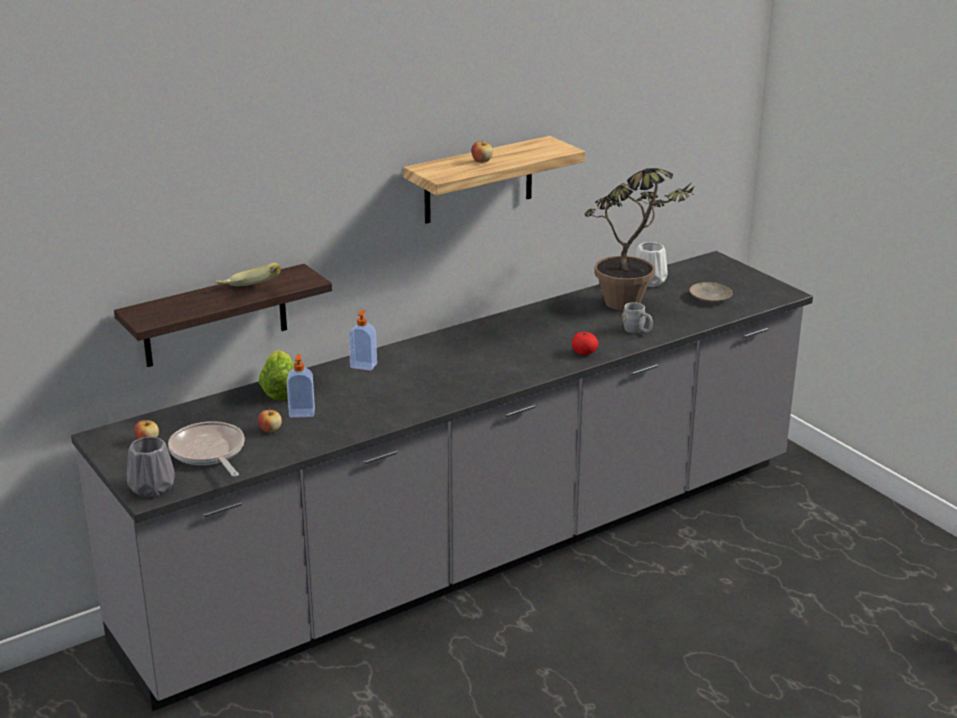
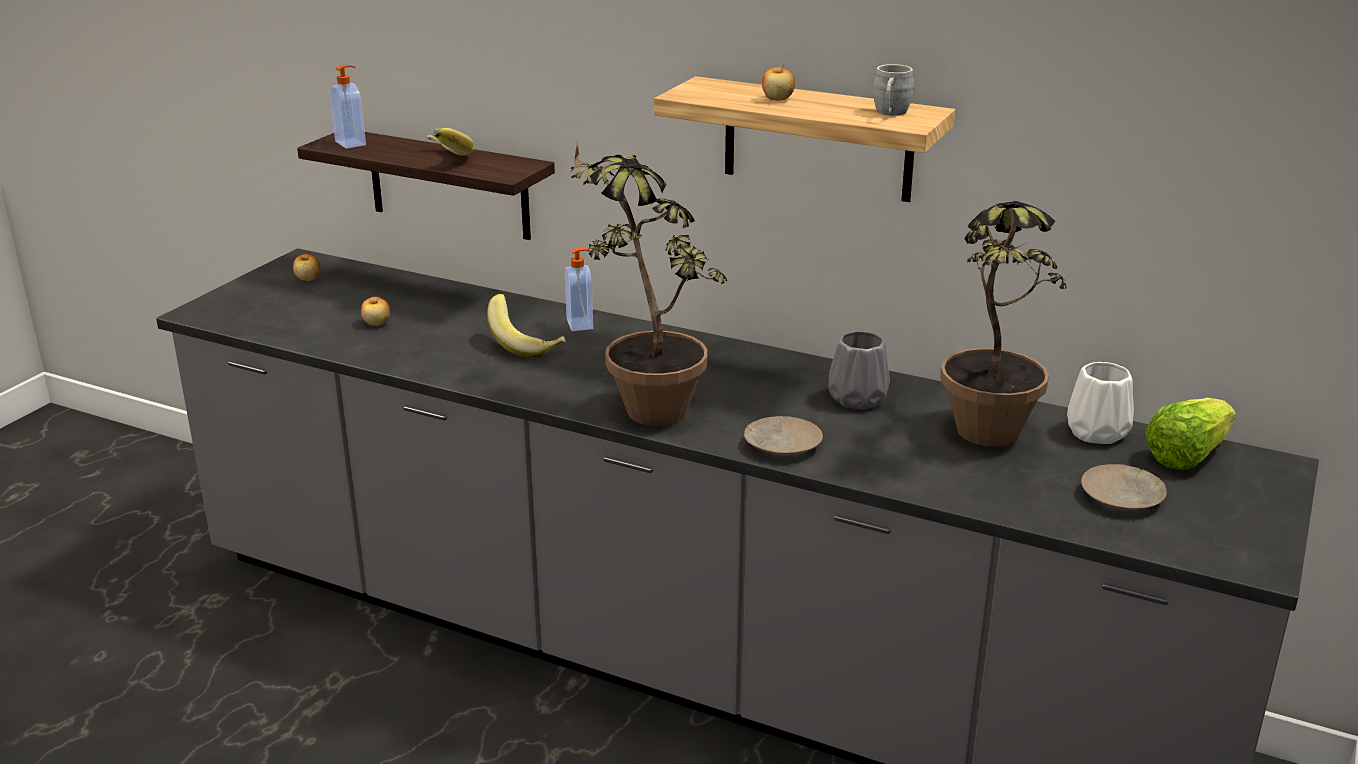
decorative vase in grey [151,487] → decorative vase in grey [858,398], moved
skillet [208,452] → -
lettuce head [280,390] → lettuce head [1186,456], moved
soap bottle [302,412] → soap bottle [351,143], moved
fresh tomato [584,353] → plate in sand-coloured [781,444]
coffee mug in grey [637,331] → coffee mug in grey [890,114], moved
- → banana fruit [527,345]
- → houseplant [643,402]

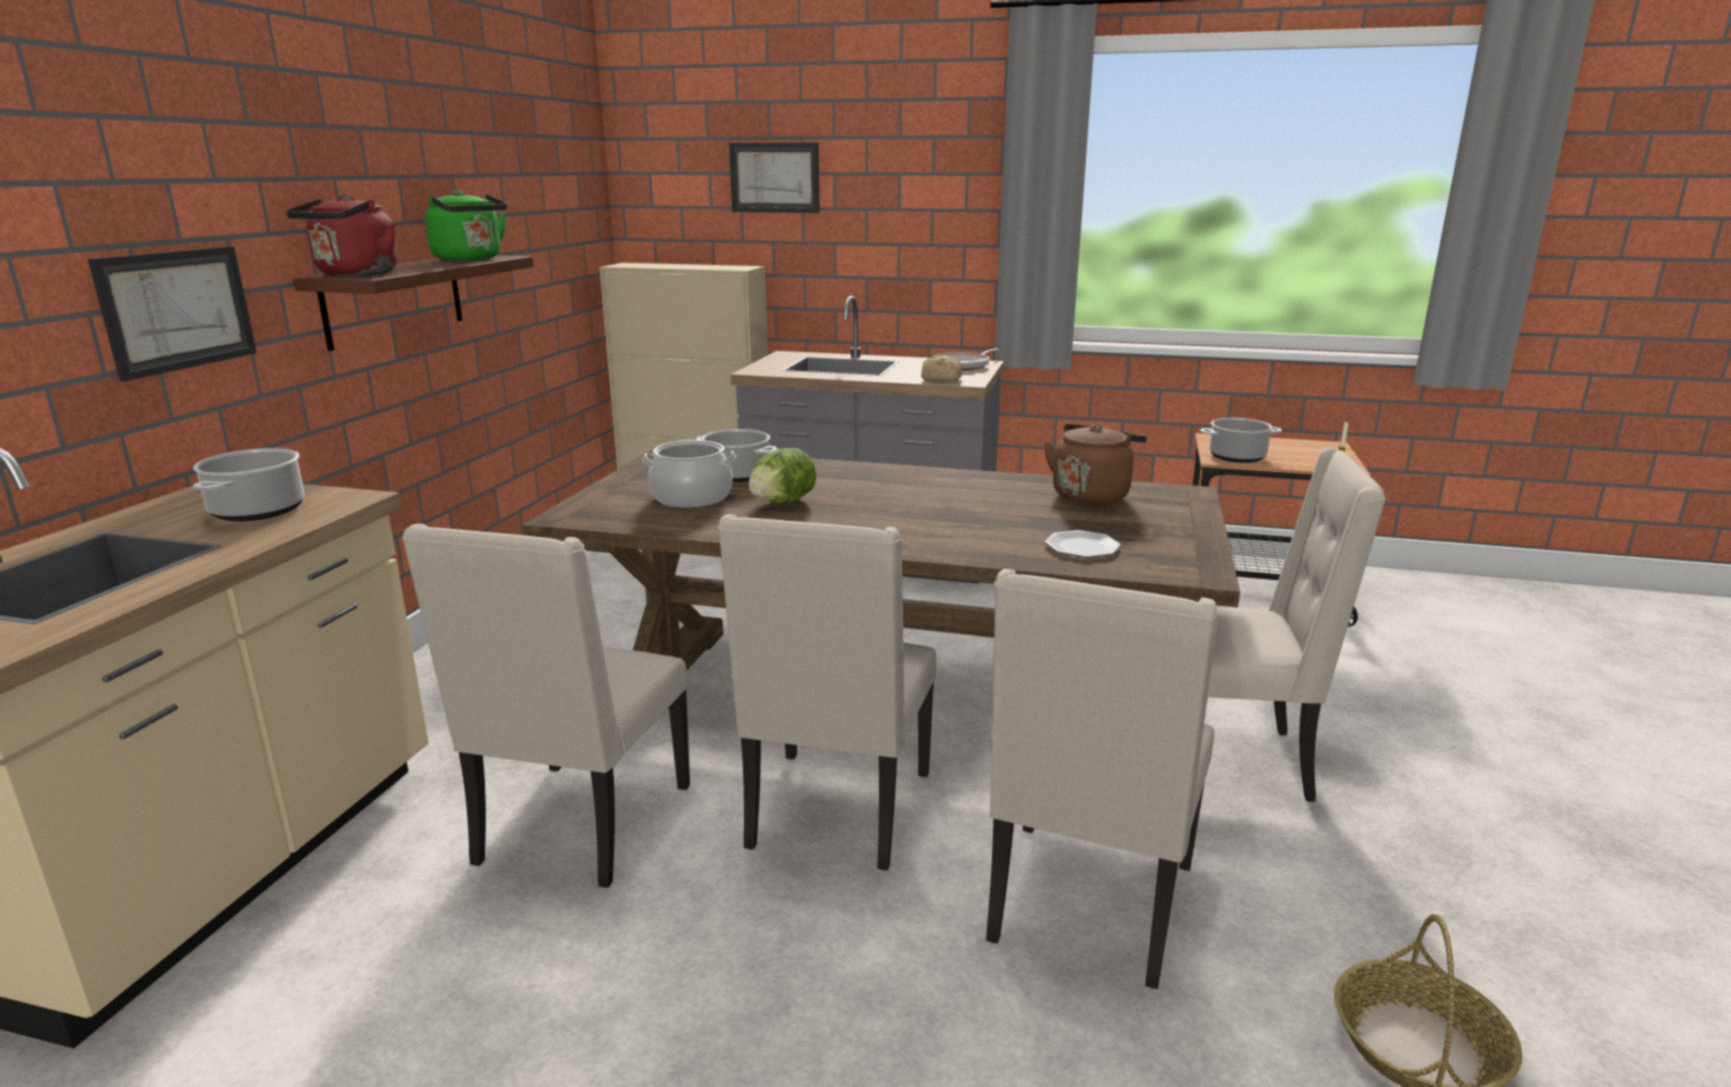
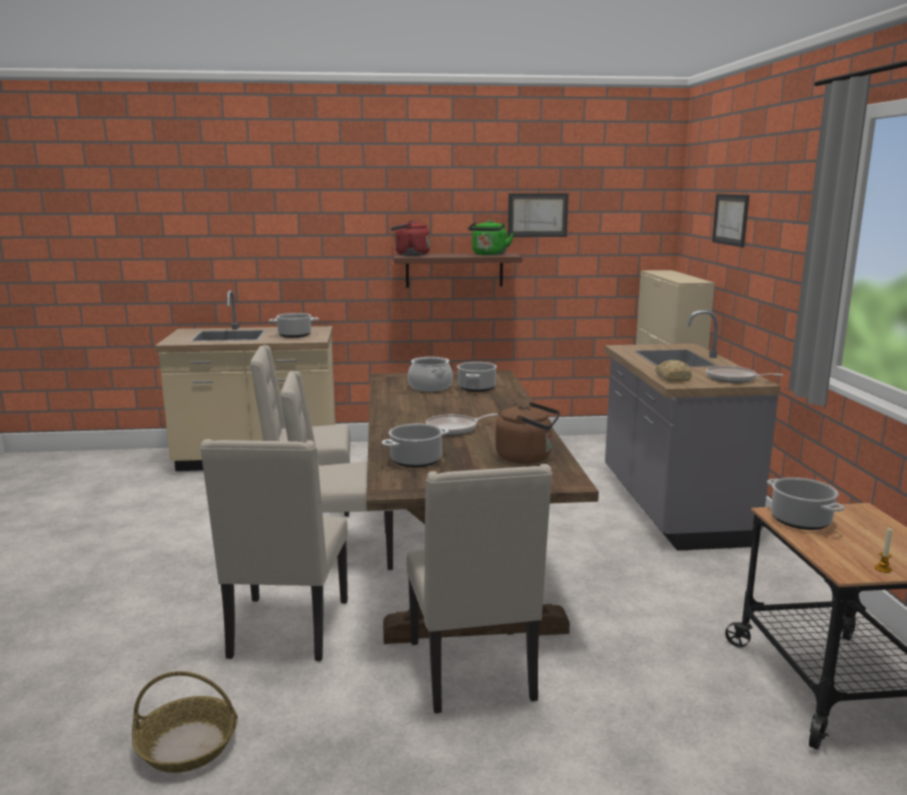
wall picture [177,310] → wall picture [537,215], moved
lettuce head [782,502] → -
plain chair in sand-coloured [1088,905] → plain chair in sand-coloured [287,630], 90 degrees counterclockwise
plate [1081,547] → saucepot [416,461]
- → skillet [454,429]

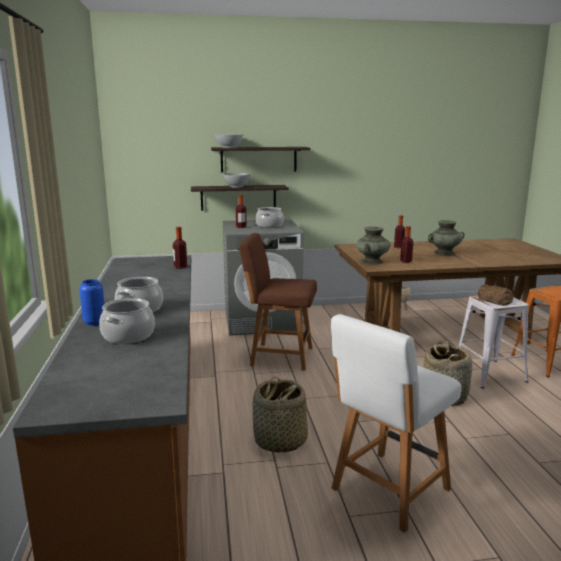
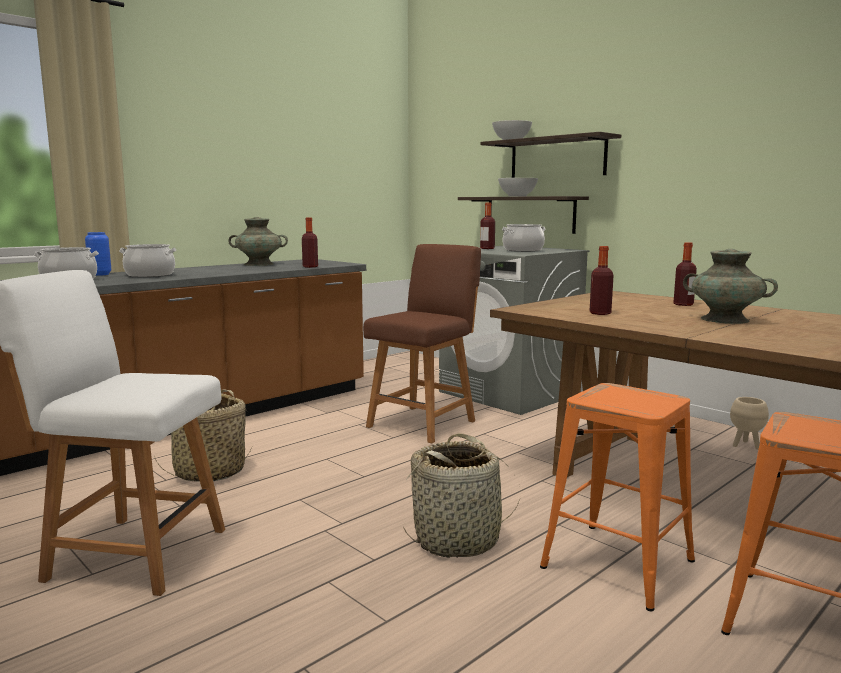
plain chair in brownish [279,356] → plain chair in brownish [423,423], 60 degrees clockwise
decorative vase in turquoise-coloured [372,261] → decorative vase in turquoise-coloured [259,264], moved
sitting stool in white [489,374] → sitting stool in orange-coloured [617,564]
bakery bread [494,299] → -

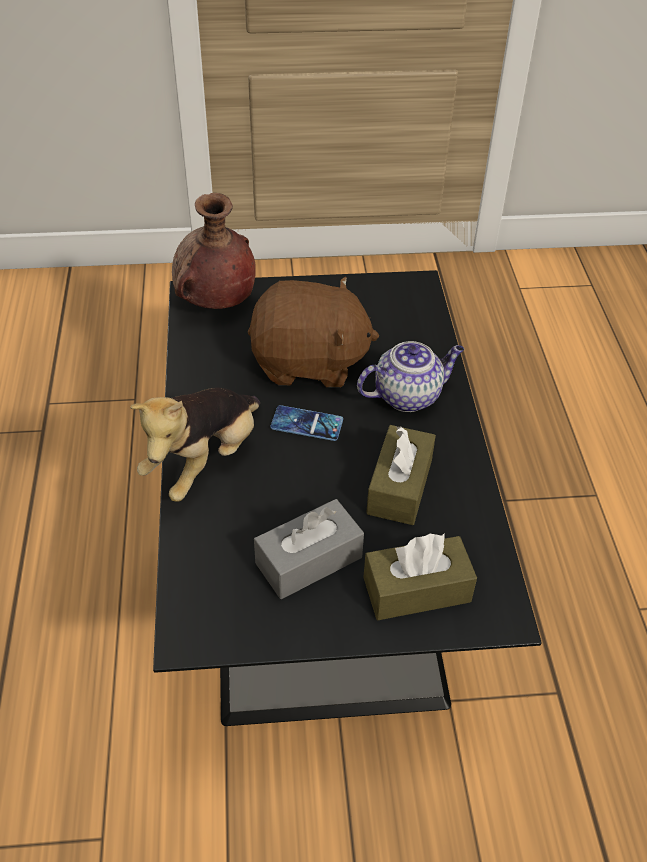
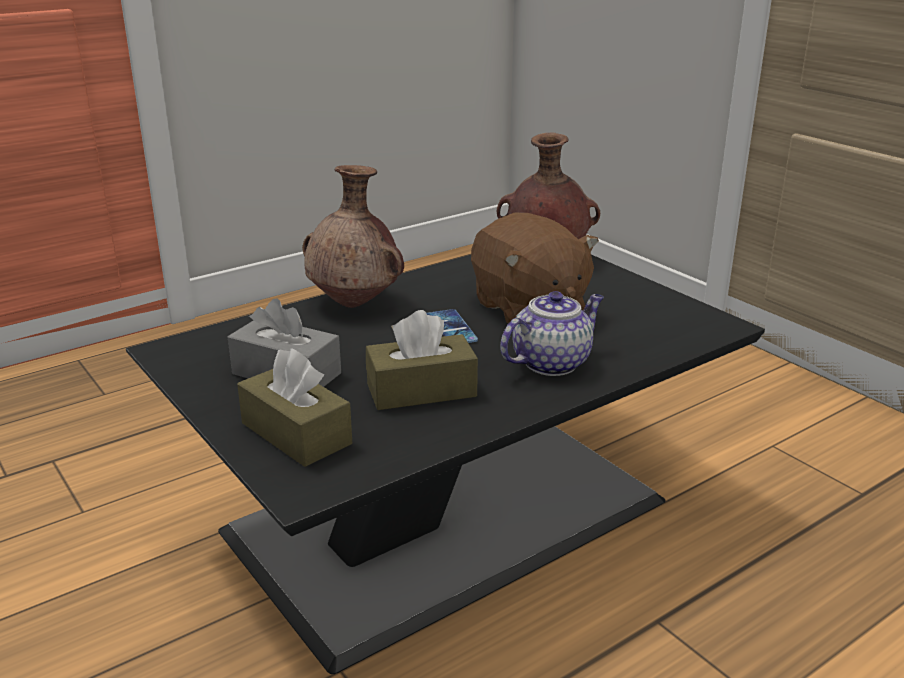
plush toy [204,461] → decorative vase in brownish [355,303]
teapot [408,395] → teapot [552,362], 75 degrees counterclockwise

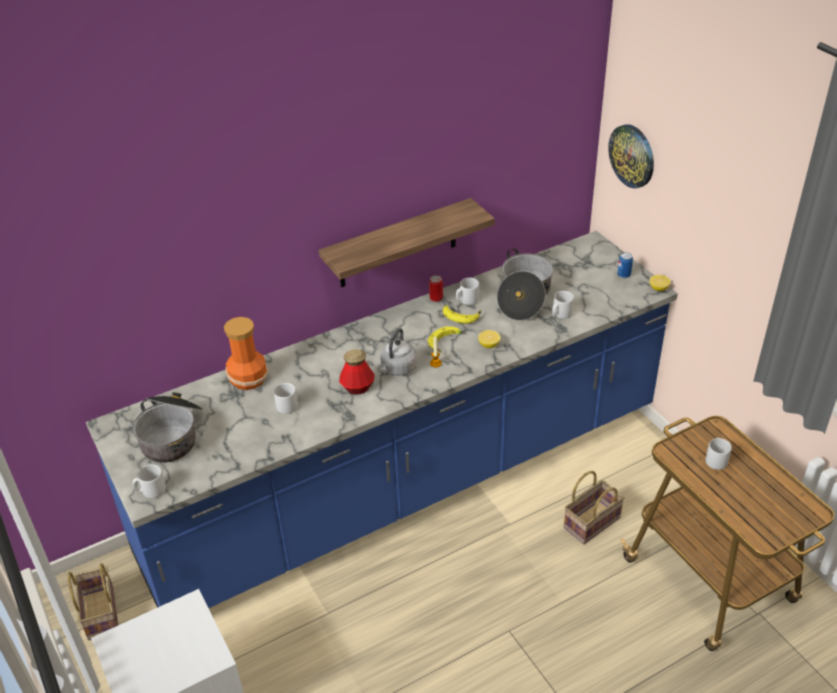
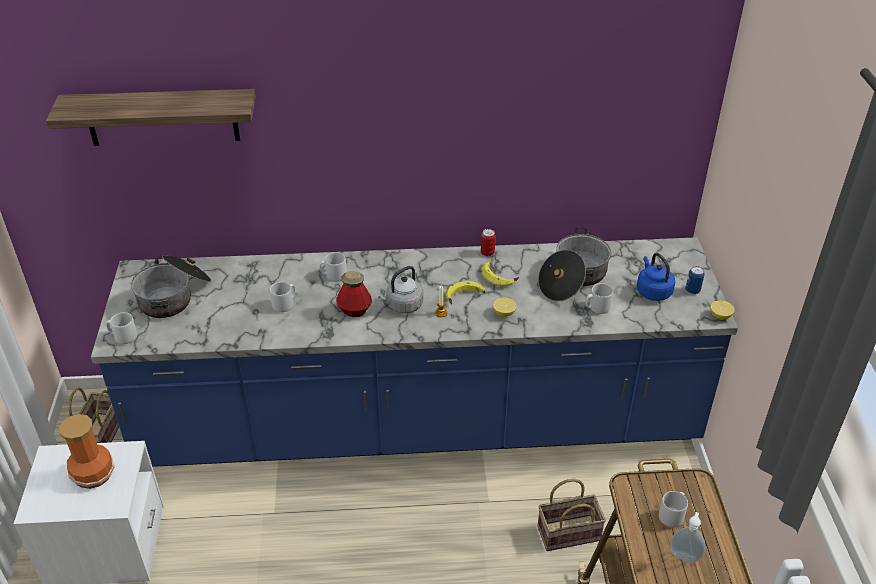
decorative vase [247,378] → decorative vase [93,473], moved
wall shelf [398,244] → wall shelf [162,117], moved
coffee mug in grey [467,300] → coffee mug in grey [333,275], moved
wall clock [632,156] → -
- → tea kettle in blue-coloured [652,291]
- → soap bottle [685,555]

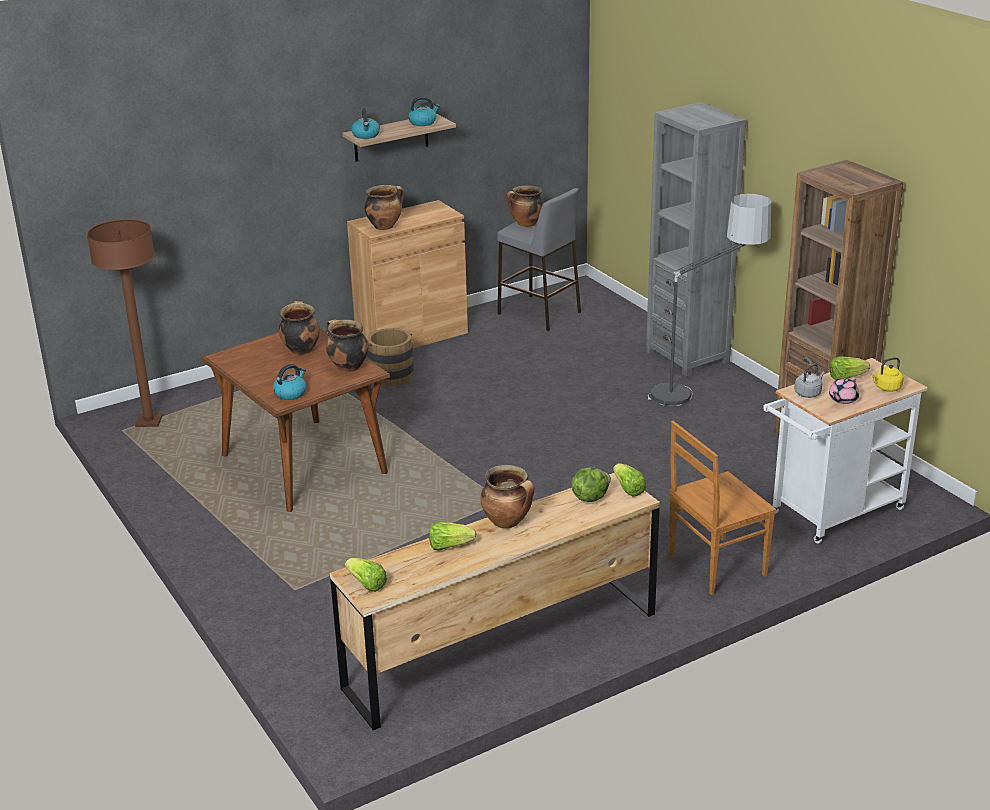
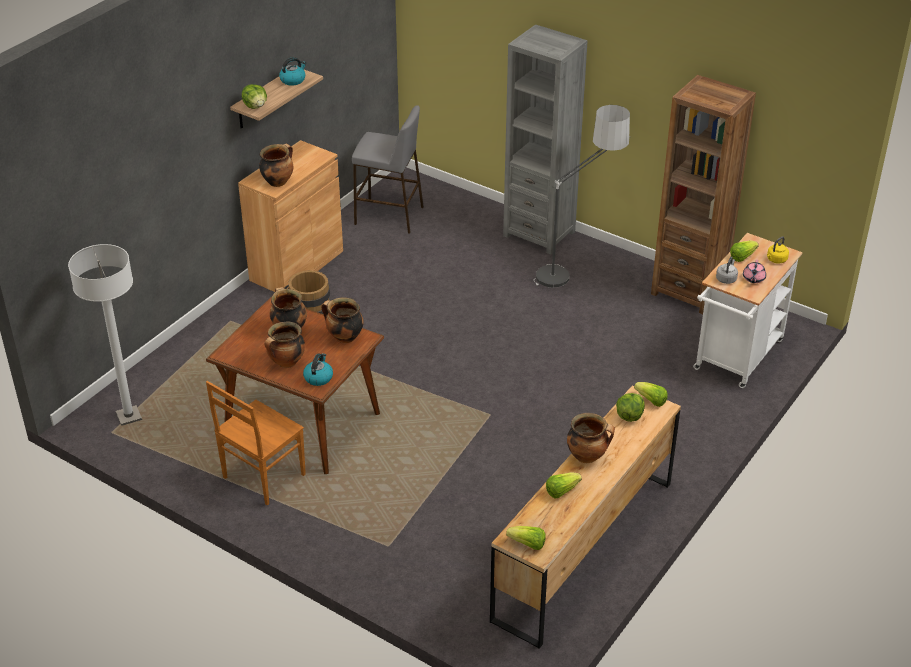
floor lamp in brownish [149,421] → floor lamp in white [129,416]
tea kettle [366,135] → lettuce head [255,106]
saucepot [526,224] → saucepot [286,363], moved
plain chair in brownish [714,566] → plain chair in brownish [262,477], moved

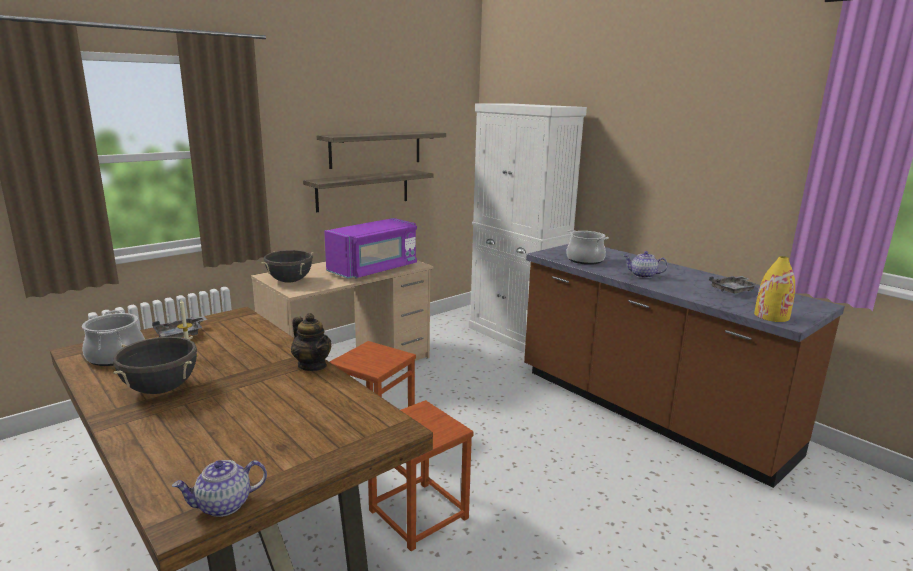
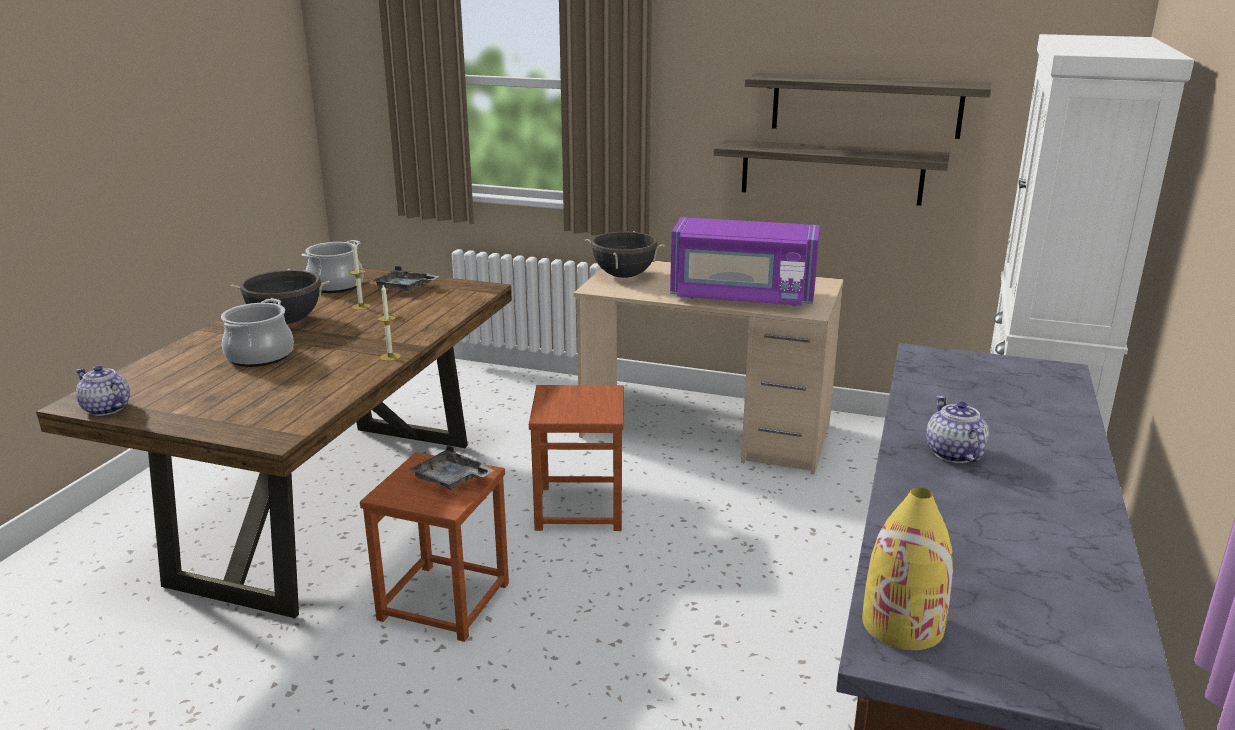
teapot [312,365] → wax light [390,357]
saucepot [585,260] → saucepot [259,356], moved
carrying tray in grey [733,290] → carrying tray in grey [451,479], moved

